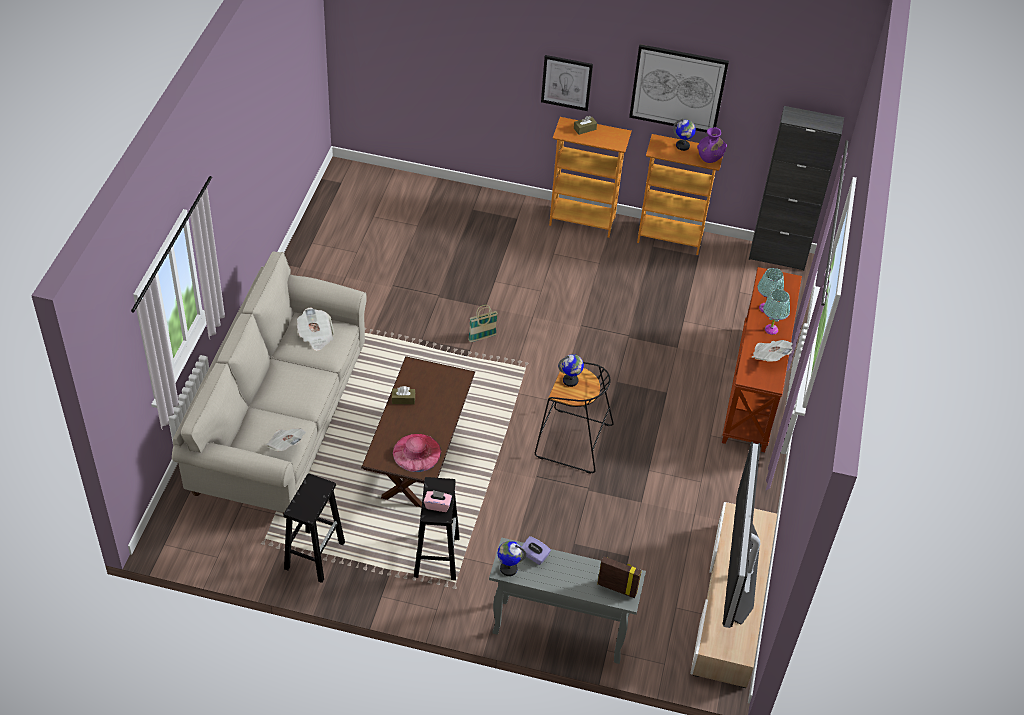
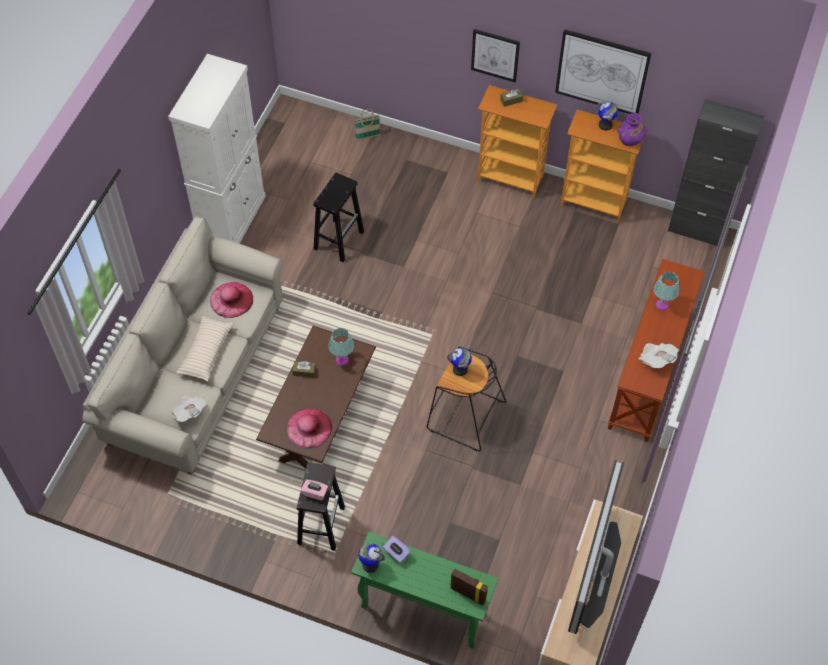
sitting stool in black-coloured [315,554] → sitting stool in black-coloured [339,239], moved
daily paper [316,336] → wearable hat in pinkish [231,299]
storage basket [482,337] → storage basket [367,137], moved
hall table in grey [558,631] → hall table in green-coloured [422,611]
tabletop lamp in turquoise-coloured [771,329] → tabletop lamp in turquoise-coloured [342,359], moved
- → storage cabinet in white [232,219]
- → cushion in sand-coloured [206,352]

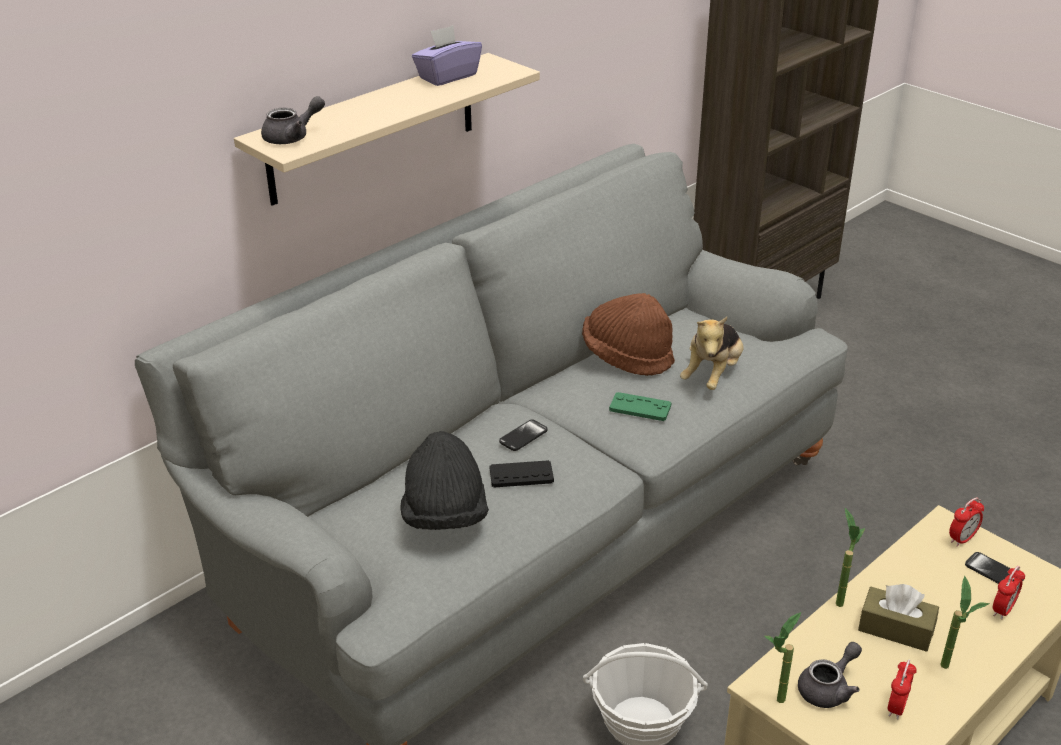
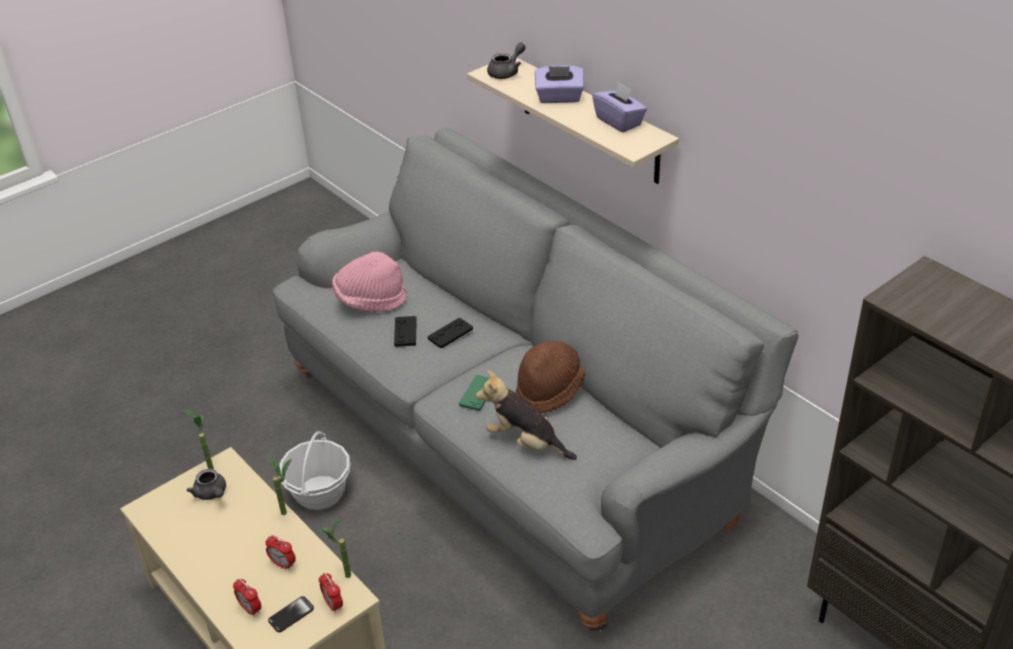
teapot in grey [292,137] → teapot in grey [507,72], 105 degrees counterclockwise
wearable hat in black-coloured [445,516] → wearable hat in pinkish [370,300]
phone [523,436] → joypad in black-coloured [450,334]
box of tissues in brownish [895,629] → -
bedside clock [896,707] → bedside clock [283,564], moved
houseplant [950,672] → houseplant [341,577], moved
- → box of tissues in purple [559,98]

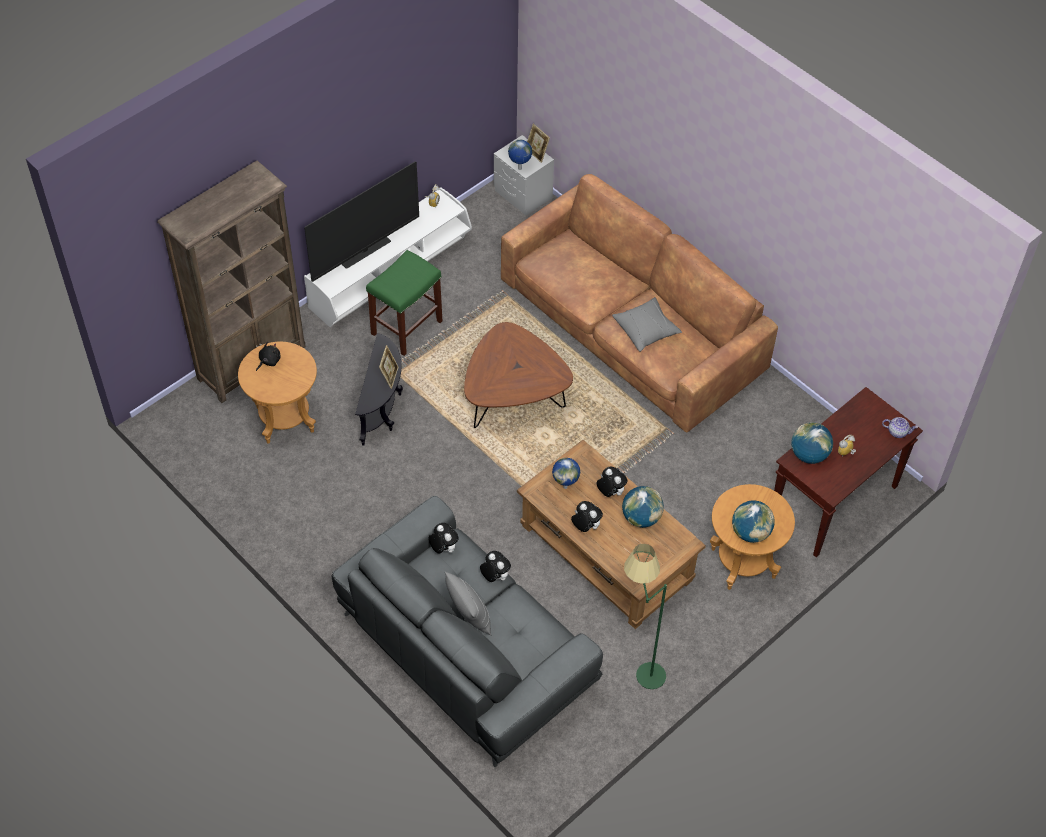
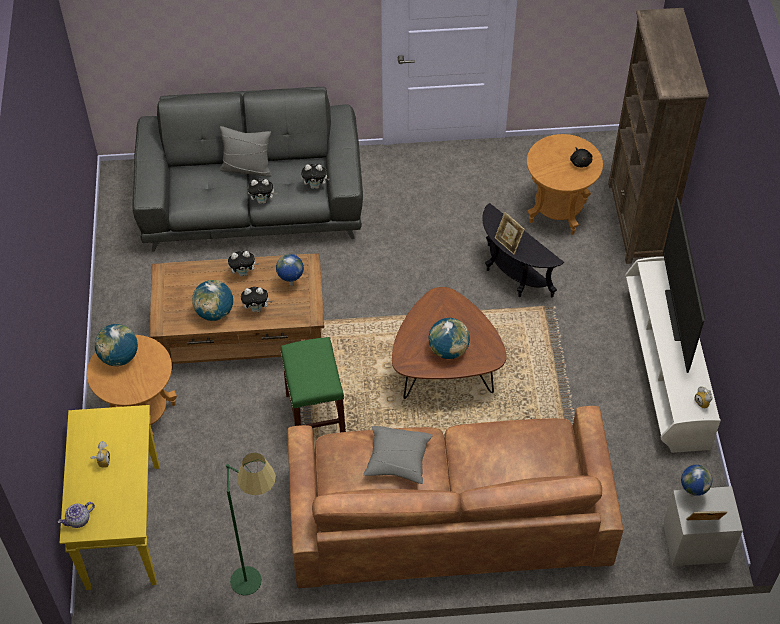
sitting stool in green-coloured [407,326] → sitting stool in green-coloured [316,416], moved
floor lamp in green-coloured [638,669] → floor lamp in green-coloured [259,575], moved
hall table in brownish [833,503] → hall table in yellowish [123,524]
world globe [809,455] → world globe [448,350], moved

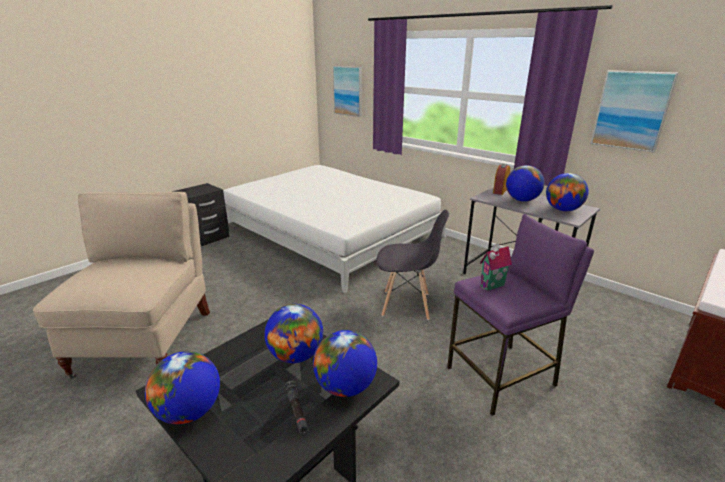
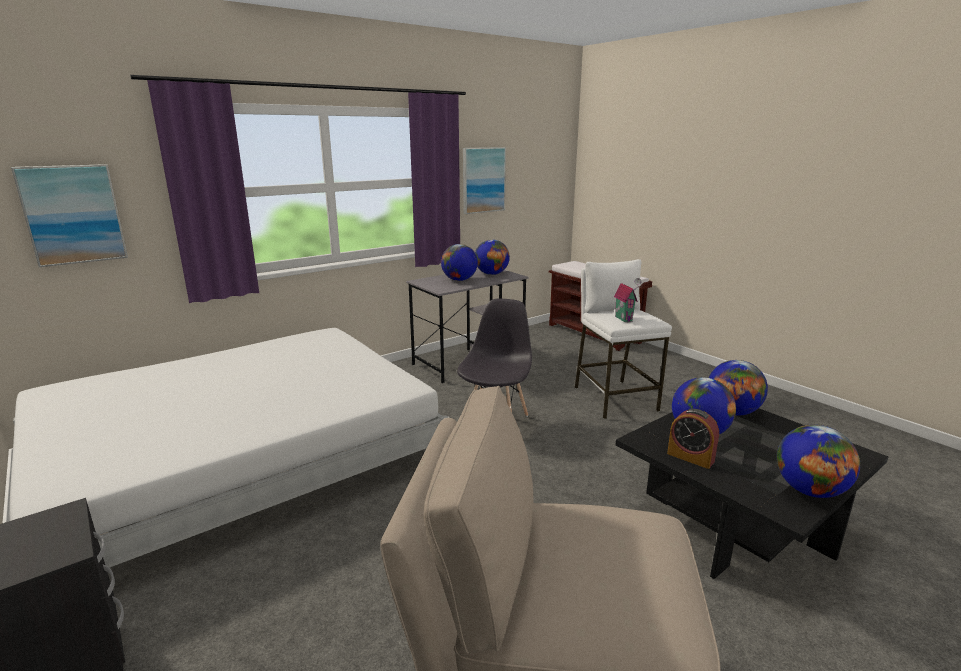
flashlight in black-coloured [296,411] → -
sitting stool in purple [502,377] → sitting stool in white [614,398]
bedside clock [500,191] → bedside clock [690,457], moved

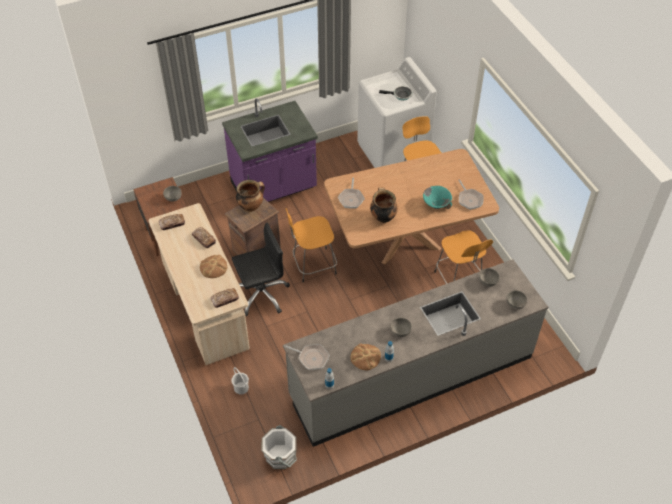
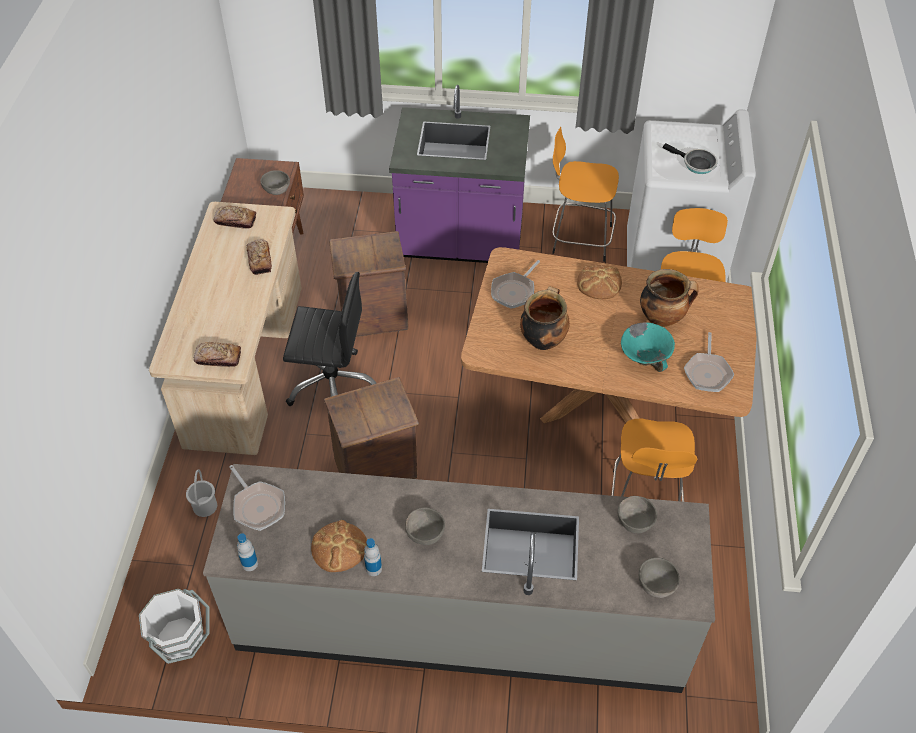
bakery bread [213,267] → bakery bread [599,283], moved
saucepot [251,206] → saucepot [662,318], moved
sitting stool in orange-coloured [312,265] → sitting stool in orange-coloured [579,239], moved
- → crate [376,469]

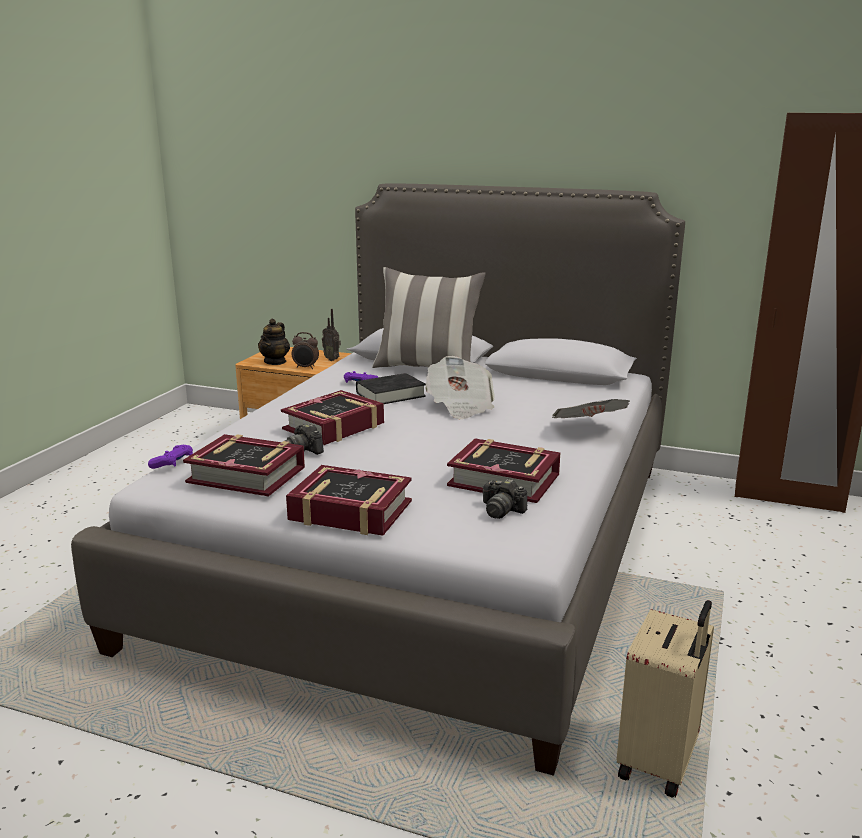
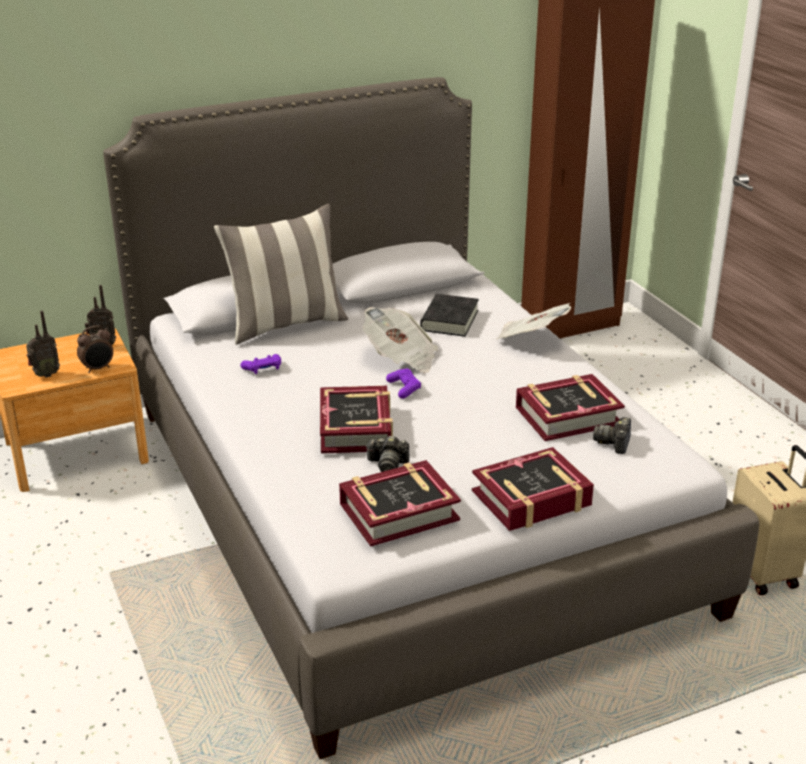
joypad in purple [173,463] → joypad in purple [404,388], moved
teapot [275,362] → radio [45,374]
book in black-coloured [390,395] → book in black-coloured [449,320], moved
photo camera [501,510] → photo camera [614,443], 120 degrees clockwise

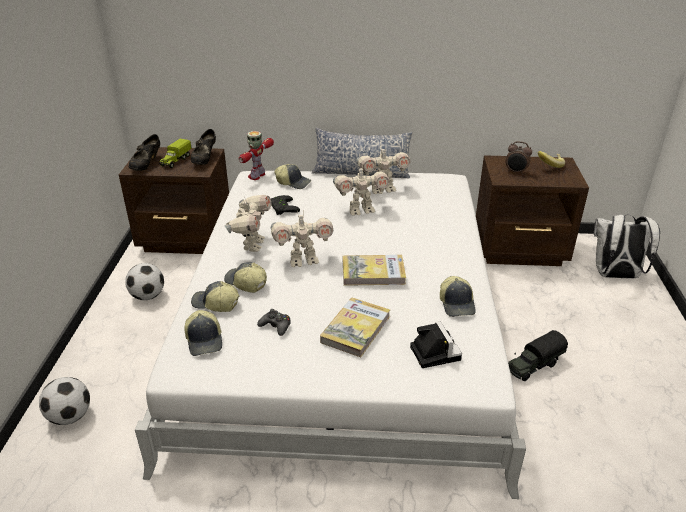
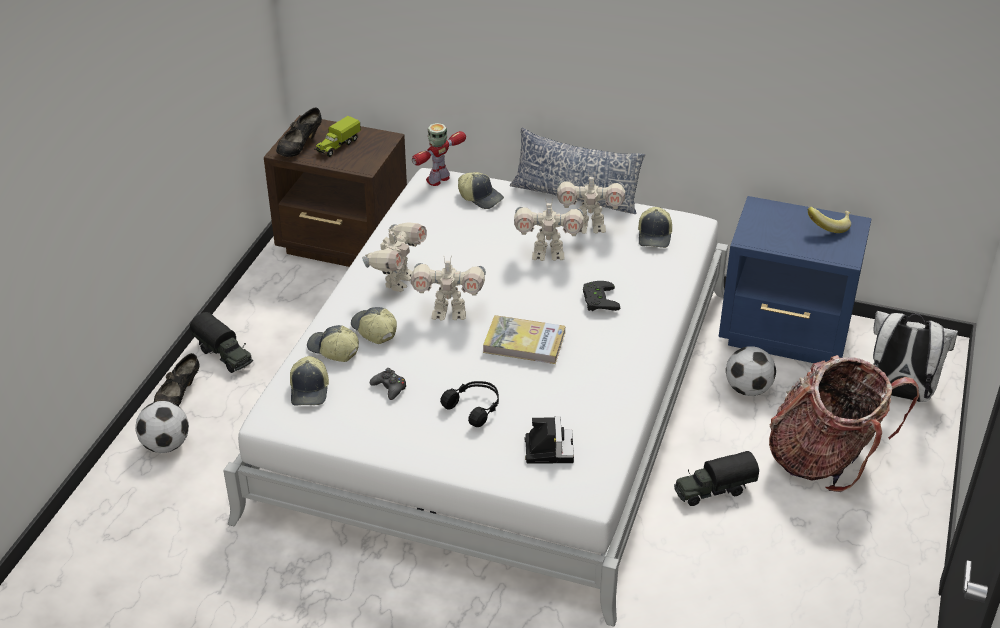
football [148,296] → football [748,389], moved
shoe in black-coloured [204,159] → shoe in black-coloured [178,397], moved
joypad in black-coloured [282,208] → joypad in black-coloured [597,299], moved
book [355,329] → headset in black-coloured [474,407]
baseball cap [457,304] → baseball cap [655,236], moved
night table in brownish [521,251] → night table in blue-coloured [786,334]
bedside clock [516,172] → -
- → model truck [224,355]
- → rucksack [825,459]

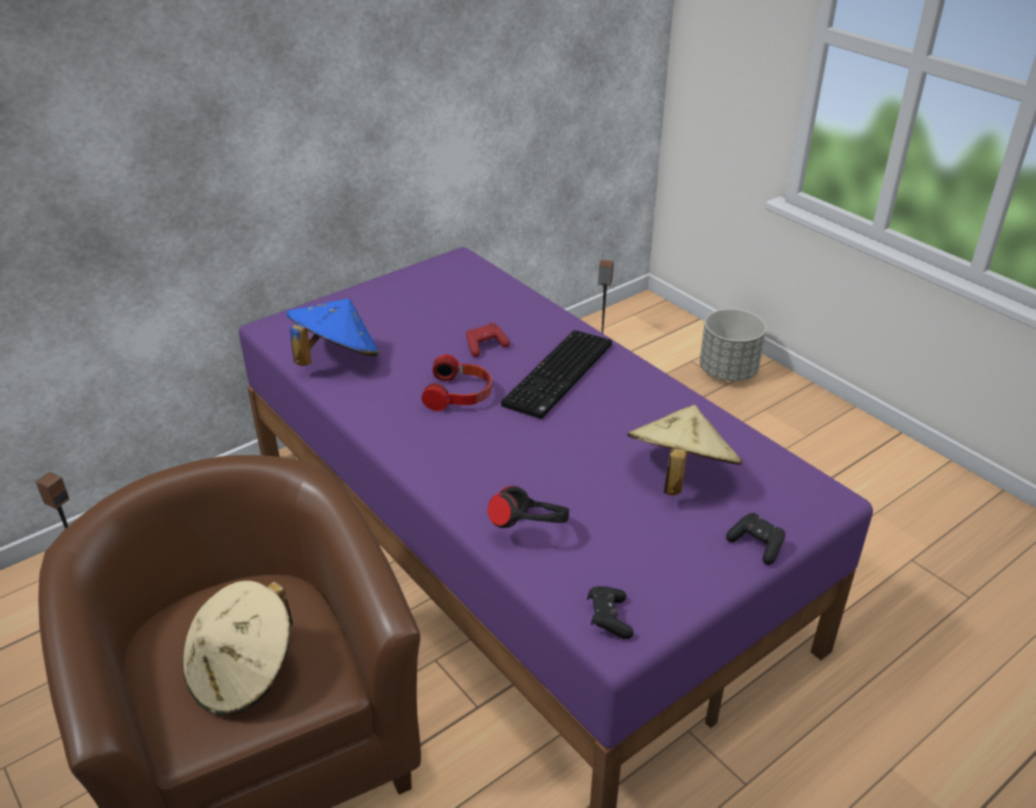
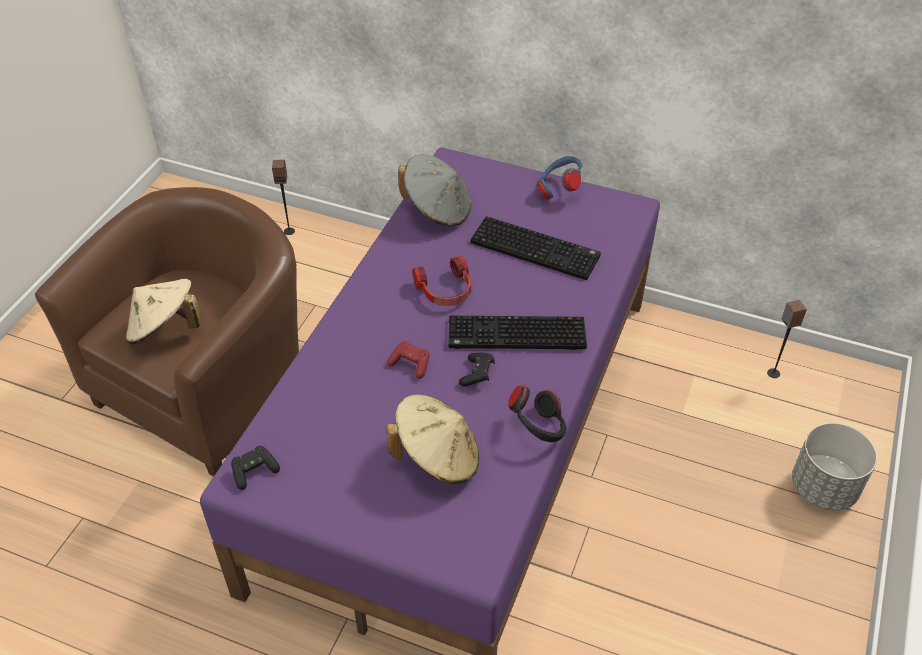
wearable hat in blue-coloured [336,359] → wearable hat in grey [437,210]
joypad in reddish [485,346] → joypad in reddish [411,364], moved
headset in black-coloured [529,530] → headset in black-coloured [538,429], moved
joypad in black-coloured [756,545] → joypad in black-coloured [477,374], moved
- → computer keyboard [536,248]
- → headset in blue-coloured [558,189]

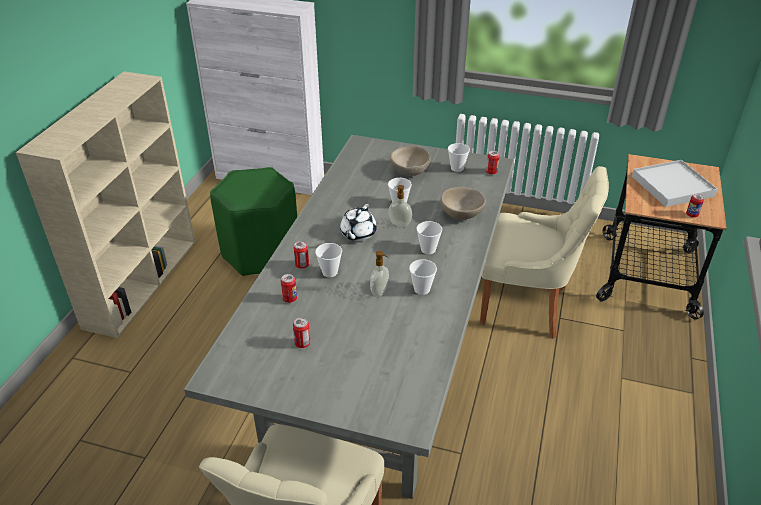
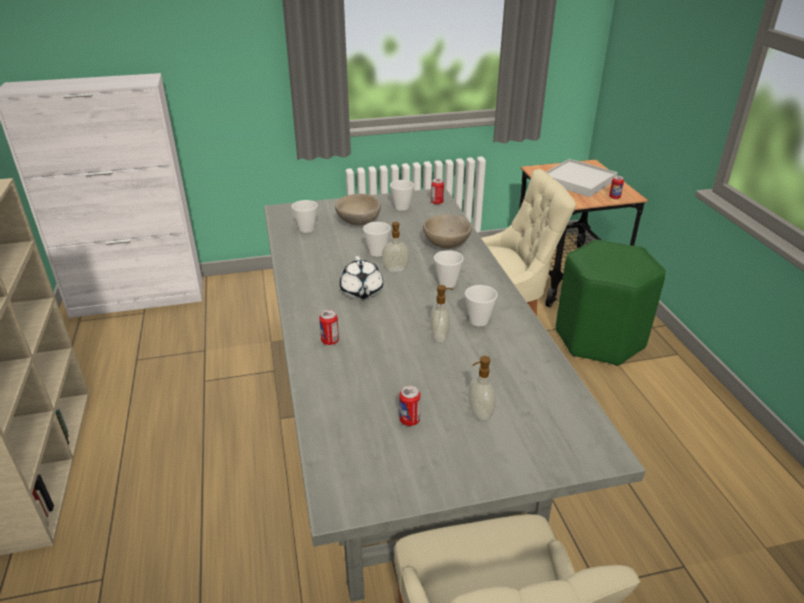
sitting stool in green-coloured [261,253] → sitting stool in green-coloured [599,338], moved
metal can [290,299] → -
small cup [330,272] → small cup [306,229], moved
- → soap bottle [479,413]

